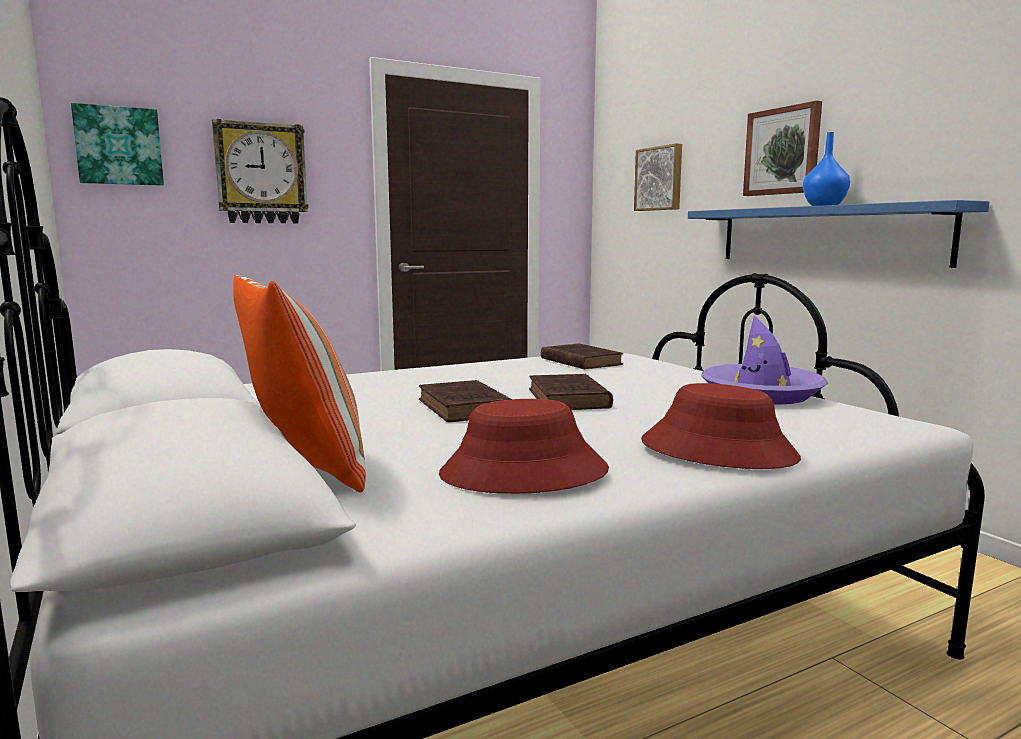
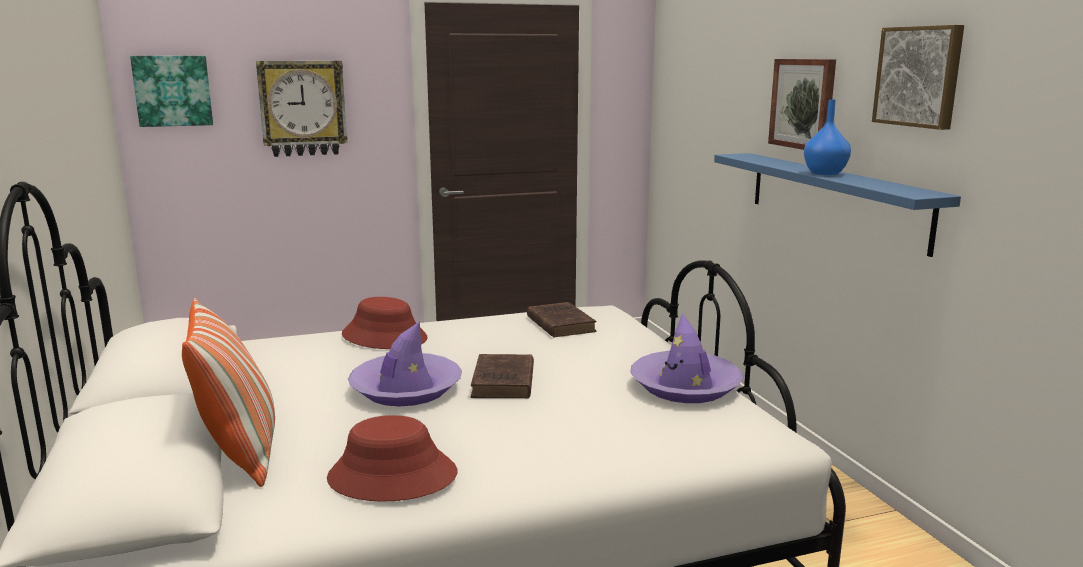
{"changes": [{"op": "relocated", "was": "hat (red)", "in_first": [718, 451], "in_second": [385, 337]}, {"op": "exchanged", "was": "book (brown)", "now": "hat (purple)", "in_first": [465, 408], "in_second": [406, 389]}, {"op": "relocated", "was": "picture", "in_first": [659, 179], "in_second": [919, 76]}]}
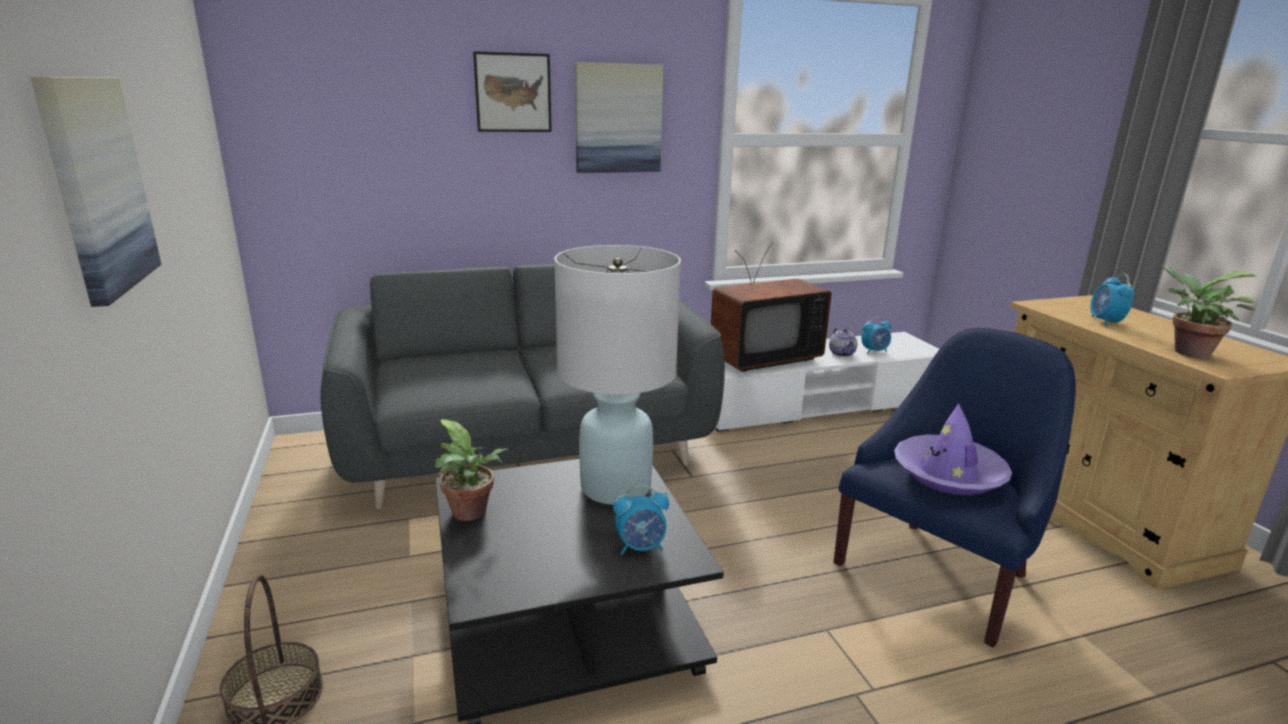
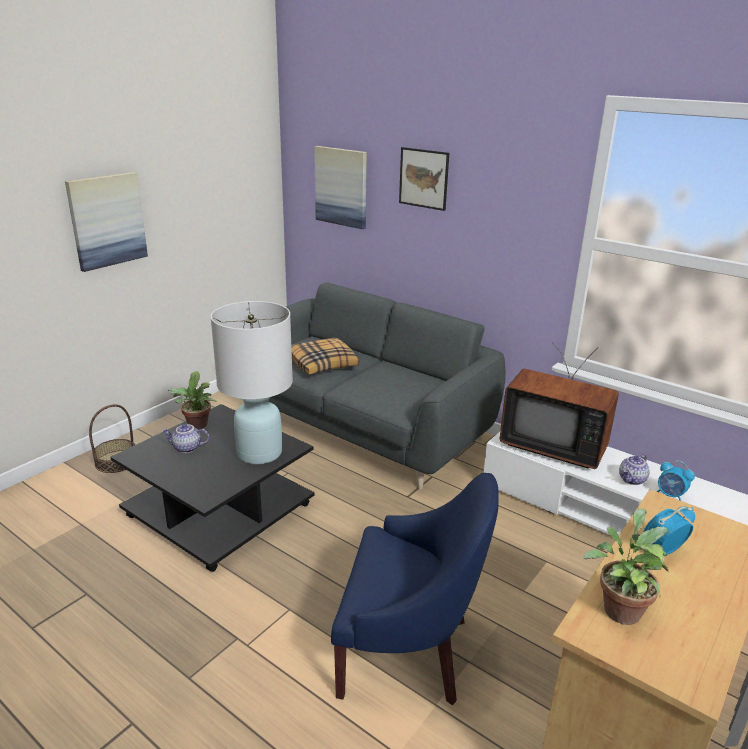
{"changes": [{"op": "appeared", "now": "teapot", "in_second": [186, 448]}, {"op": "appeared", "now": "pillow", "in_second": [323, 364]}, {"op": "relocated", "was": "picture", "in_first": [618, 118], "in_second": [341, 187]}, {"op": "missing", "was": "alarm clock", "in_first": [641, 547]}, {"op": "missing", "was": "hat (purple)", "in_first": [949, 474]}]}
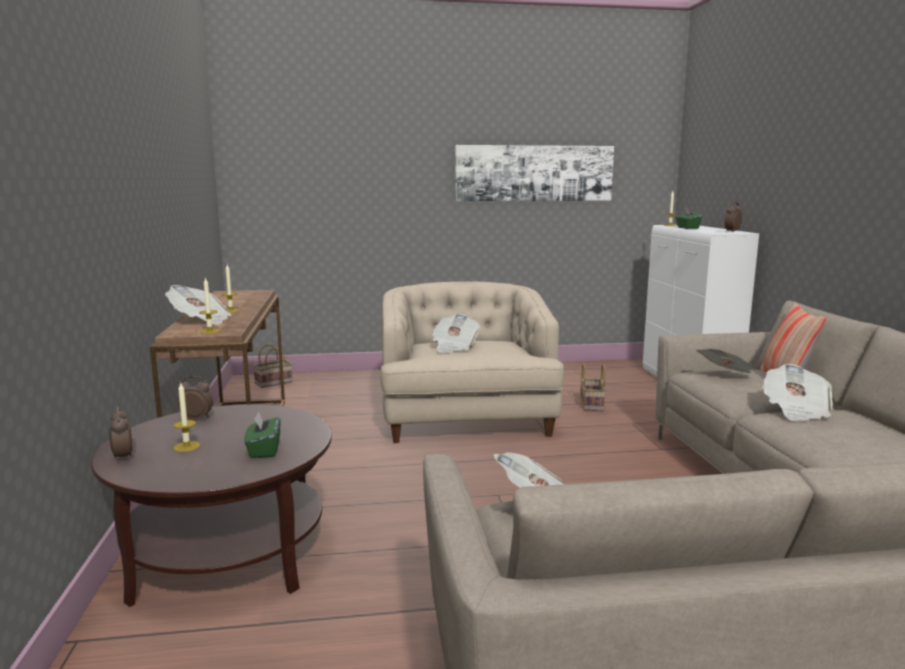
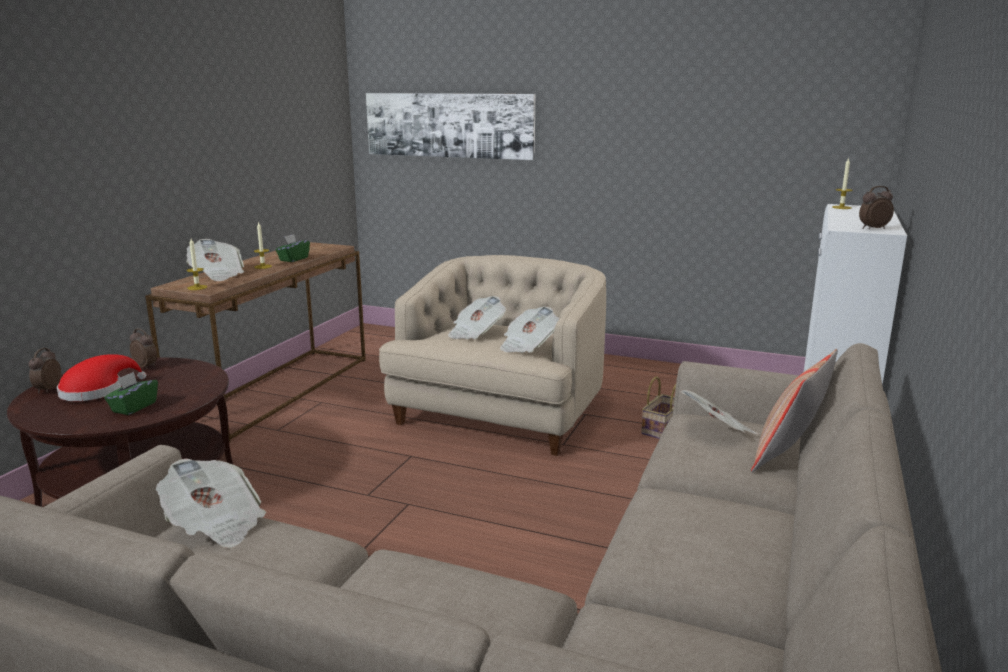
{"changes": [{"op": "exchanged", "was": "candle", "now": "hat (red)", "in_first": [186, 446], "in_second": [96, 391]}, {"op": "relocated", "was": "tissue box (green)", "in_first": [687, 228], "in_second": [293, 259]}, {"op": "relocated", "was": "picture", "in_first": [534, 173], "in_second": [449, 125]}, {"op": "relocated", "was": "newspaper", "in_first": [795, 410], "in_second": [528, 346]}, {"op": "missing", "was": "basket", "in_first": [274, 382]}]}
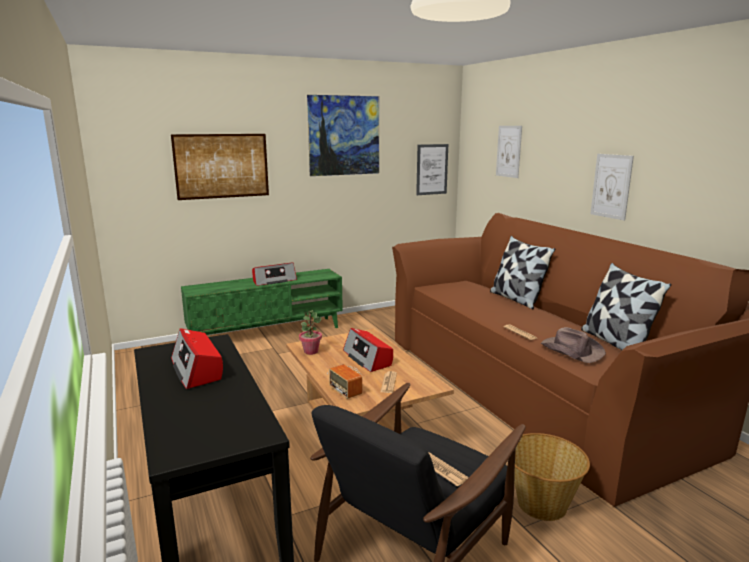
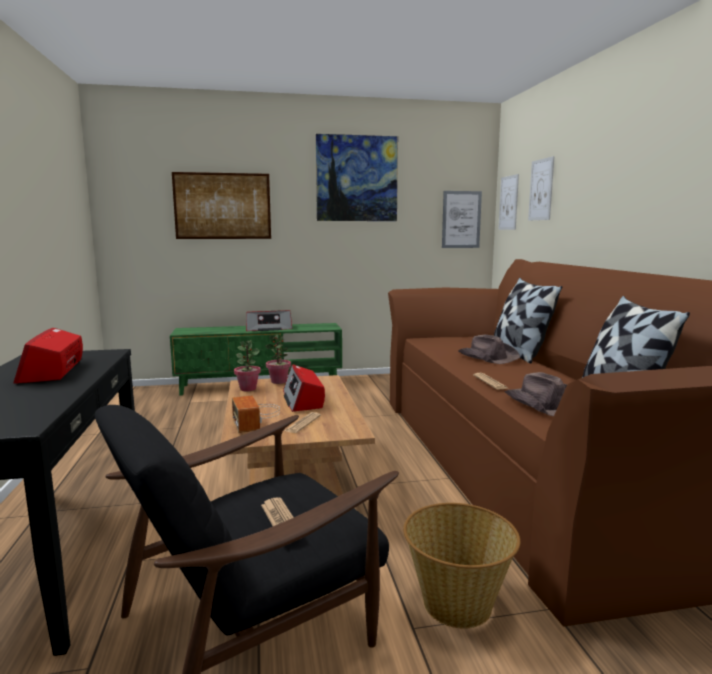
{"changes": [{"op": "appeared", "now": "potted plant", "in_second": [279, 381]}, {"op": "appeared", "now": "hat (brown)", "in_second": [487, 357]}, {"op": "relocated", "was": "picture", "in_first": [611, 186], "in_second": [508, 203]}]}
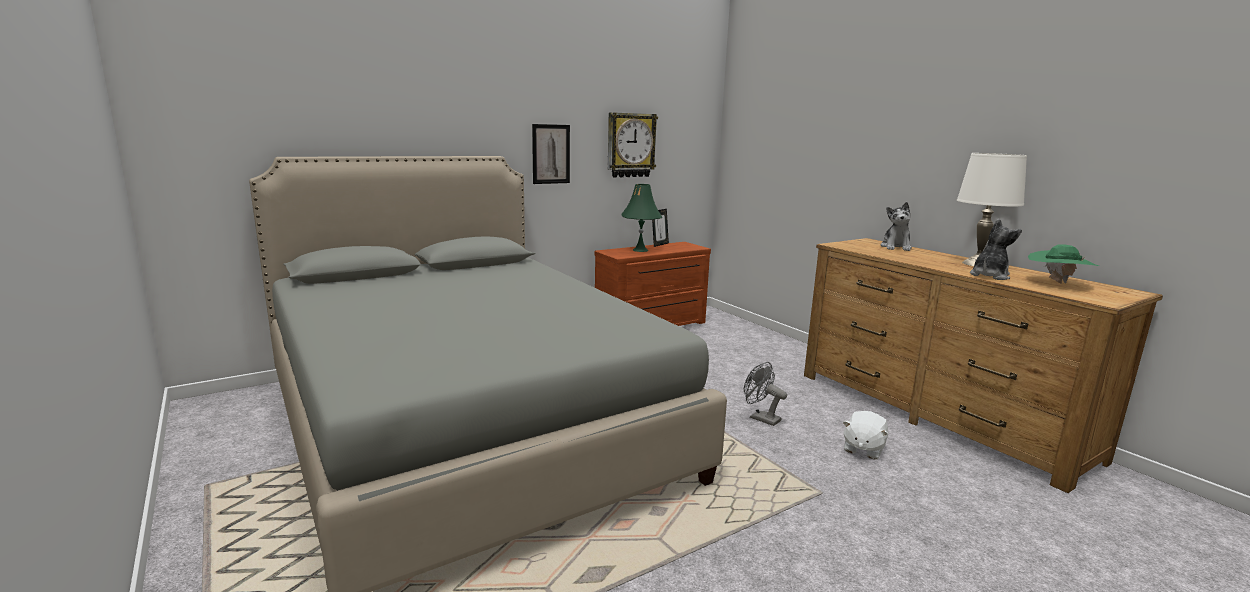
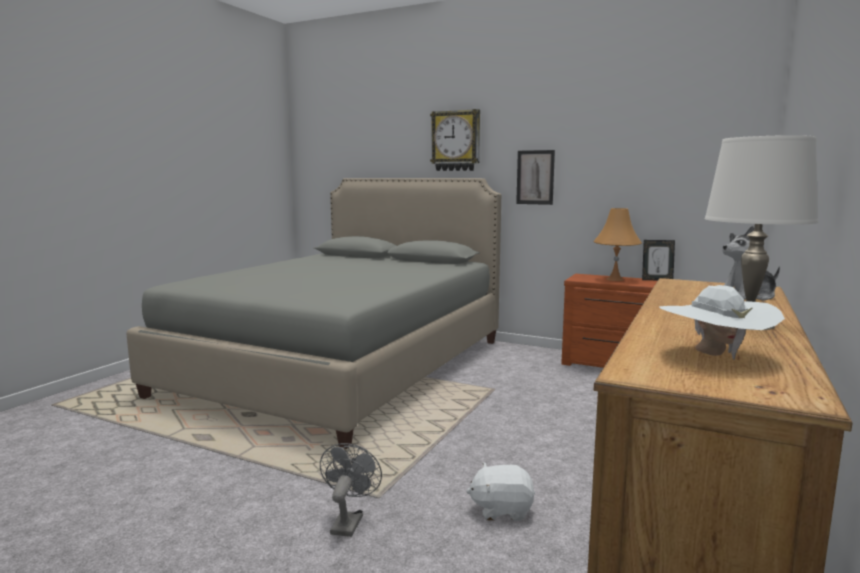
{"changes": [{"op": "relocated", "was": "fan (grey)", "in_first": [760, 418], "in_second": [348, 521]}, {"op": "relocated", "was": "wall clock", "in_first": [630, 145], "in_second": [456, 141]}, {"op": "colour", "was": "table lamp (green)", "now": "table lamp (orange)", "in_first": [640, 250], "in_second": [615, 279]}, {"op": "colour", "was": "hat (green)", "now": "hat (white)", "in_first": [1057, 284], "in_second": [714, 355]}, {"op": "missing", "was": "plush toy", "in_first": [989, 276]}]}
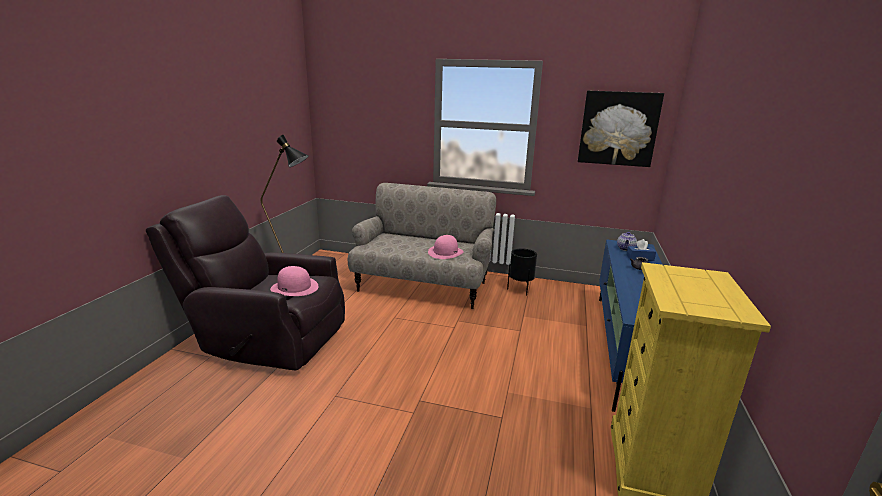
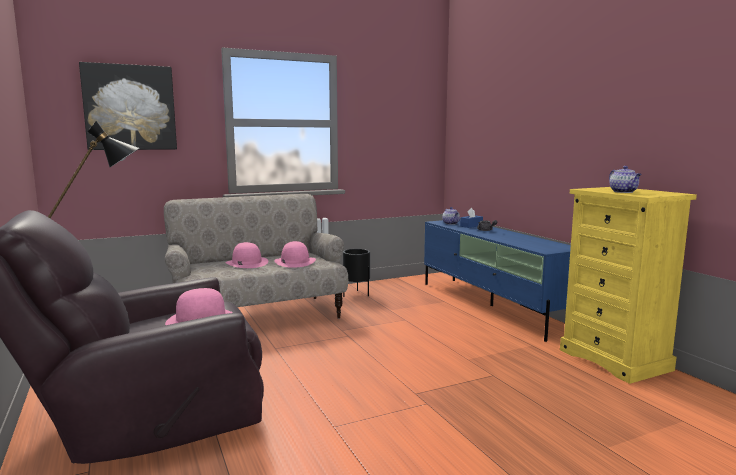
{"changes": [{"op": "relocated", "was": "picture", "in_first": [618, 128], "in_second": [130, 107]}, {"op": "appeared", "now": "hat (pink)", "in_second": [246, 263]}, {"op": "appeared", "now": "teapot", "in_second": [624, 192]}]}
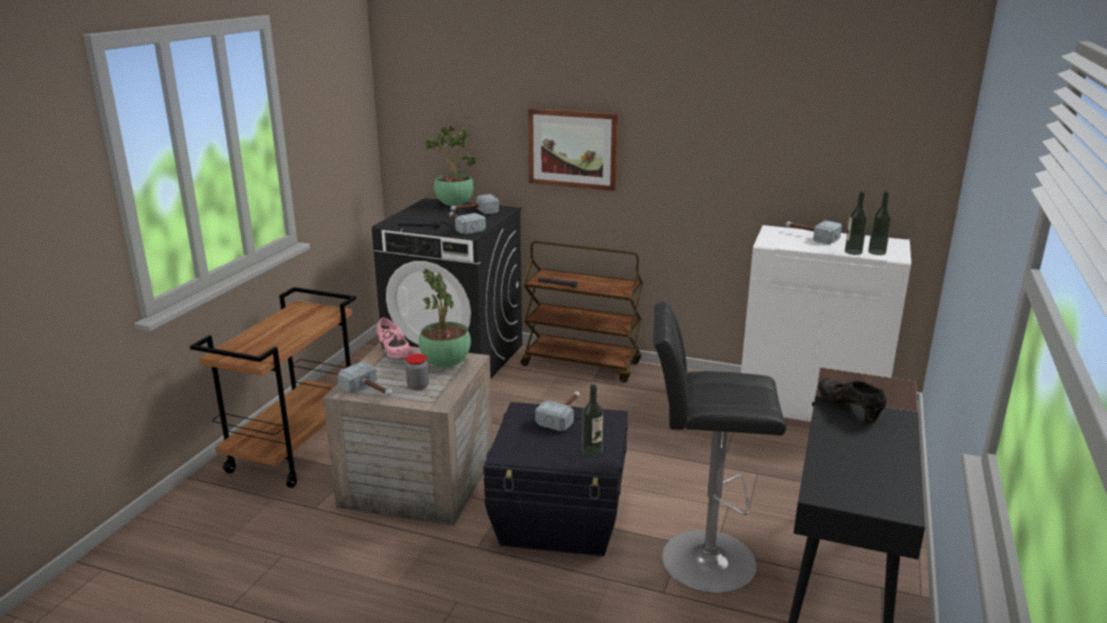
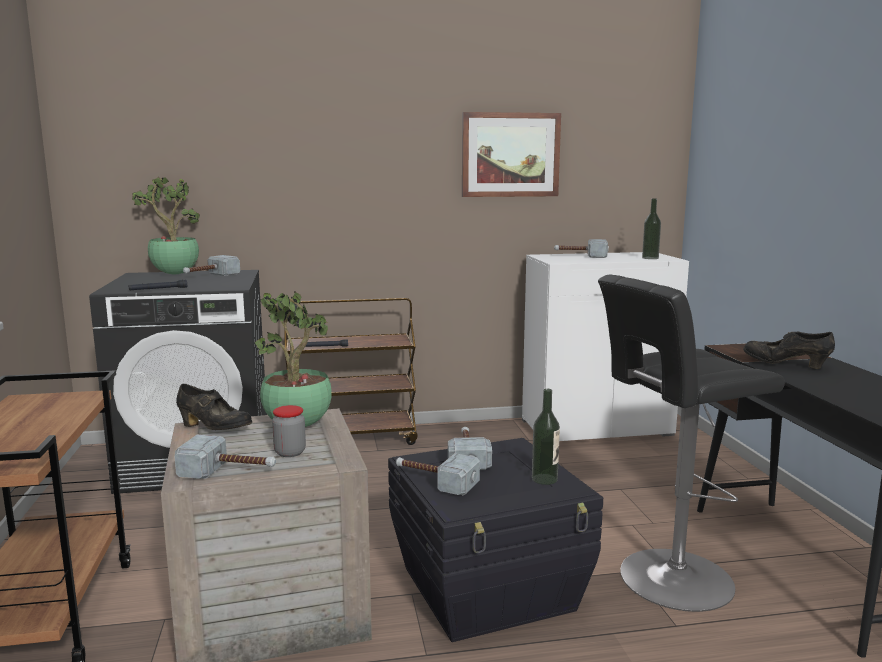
{"changes": [{"op": "colour", "was": "shoe (pink)", "now": "shoe (black)", "in_first": [395, 354], "in_second": [214, 429]}, {"op": "relocated", "was": "hammer", "in_first": [463, 227], "in_second": [434, 481]}, {"op": "relocated", "was": "picture", "in_first": [573, 148], "in_second": [510, 155]}, {"op": "missing", "was": "bottle", "in_first": [853, 252]}]}
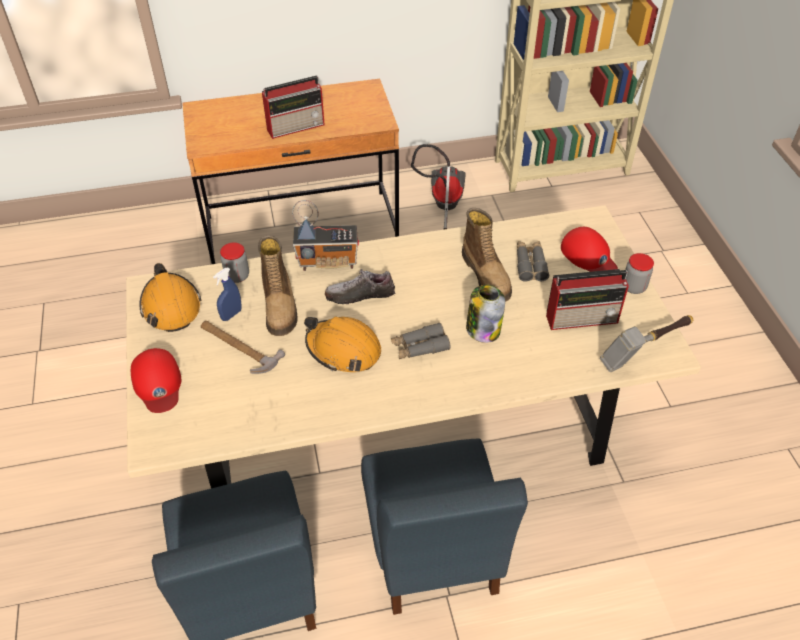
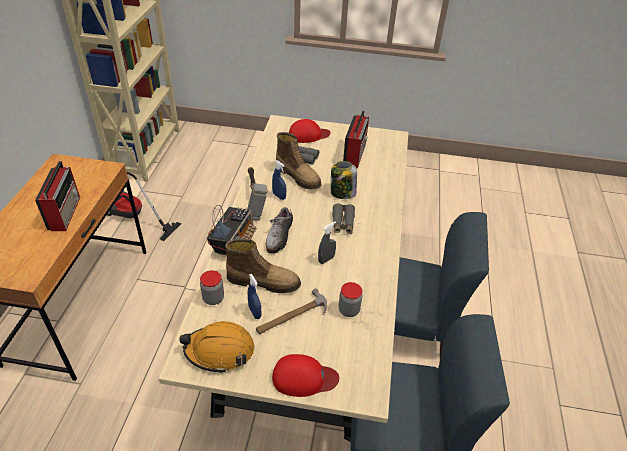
{"changes": [{"op": "relocated", "was": "hammer", "in_first": [645, 351], "in_second": [254, 199]}, {"op": "appeared", "now": "spray bottle (blue)", "in_second": [279, 196]}, {"op": "spun", "was": "boot", "in_first": [487, 275], "in_second": [298, 176], "clockwise": 45}, {"op": "exchanged", "was": "hard hat (orange)", "now": "spray bottle (grey)", "in_first": [343, 350], "in_second": [326, 259]}, {"op": "relocated", "was": "jar", "in_first": [633, 287], "in_second": [349, 310]}]}
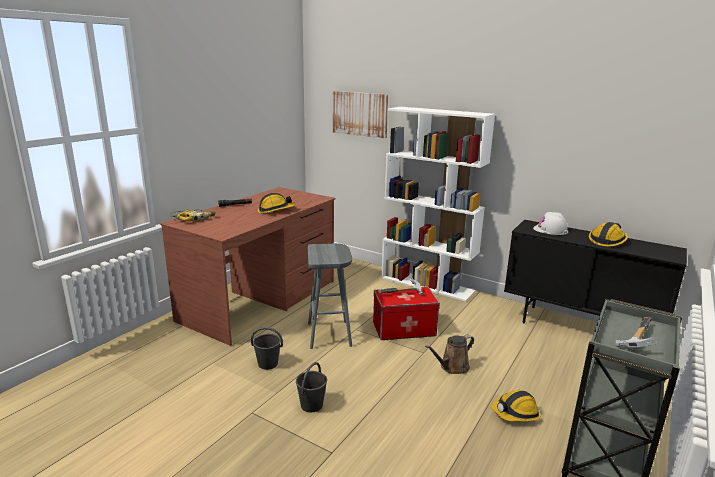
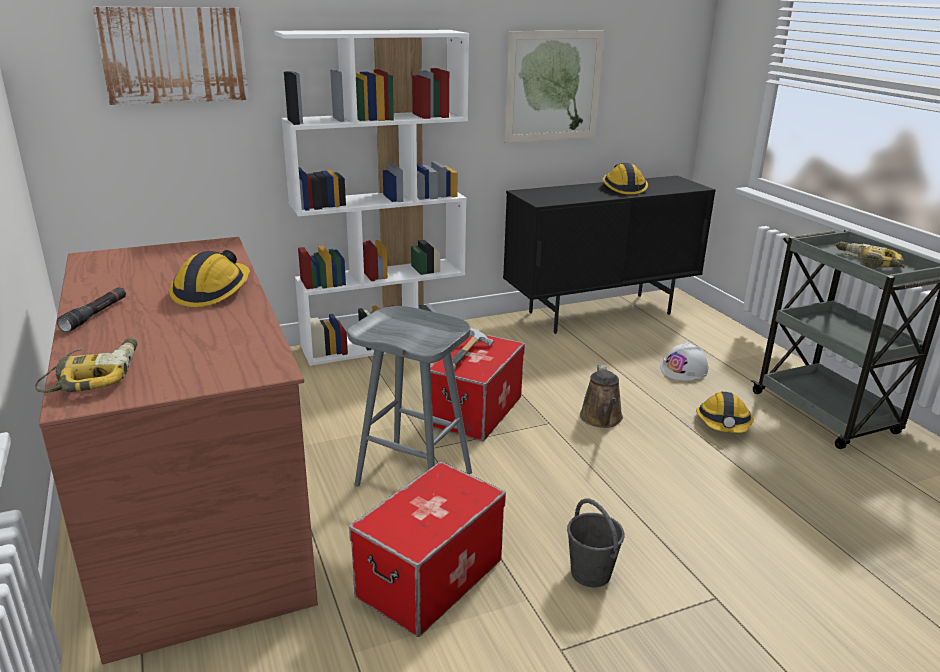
{"changes": [{"op": "exchanged", "was": "bucket (grey)", "now": "storage box", "in_first": [267, 364], "in_second": [430, 578]}, {"op": "appeared", "now": "picture", "in_second": [553, 86]}, {"op": "relocated", "was": "hard hat (white)", "in_first": [550, 230], "in_second": [684, 370]}, {"op": "exchanged", "was": "hammer", "now": "power drill", "in_first": [635, 338], "in_second": [867, 262]}]}
